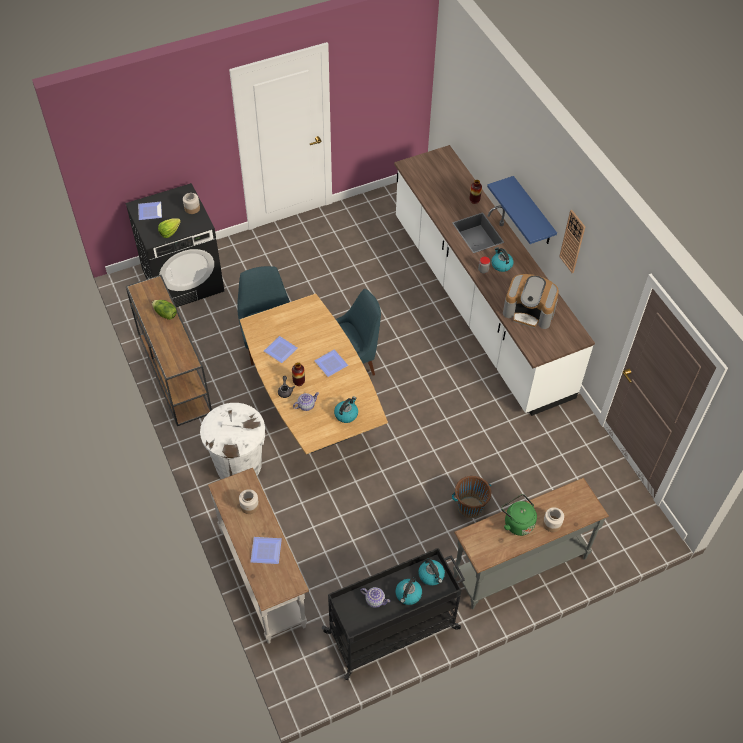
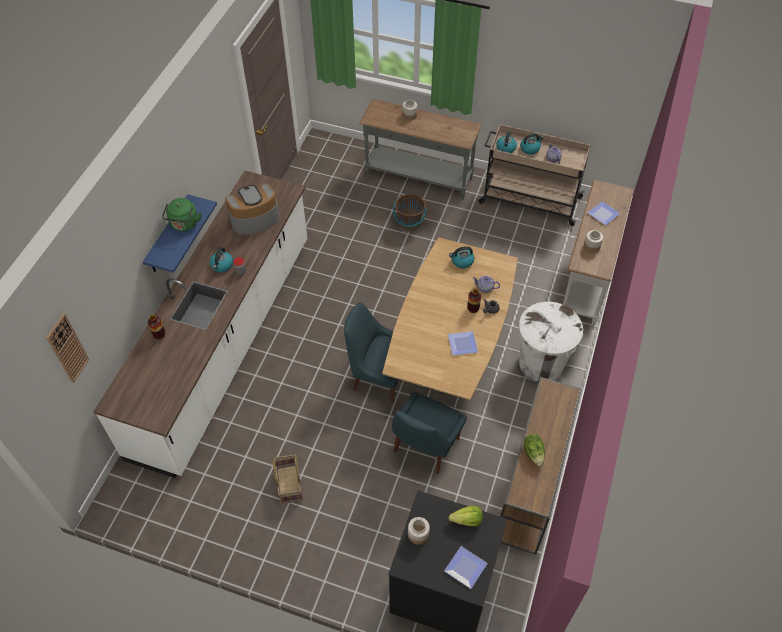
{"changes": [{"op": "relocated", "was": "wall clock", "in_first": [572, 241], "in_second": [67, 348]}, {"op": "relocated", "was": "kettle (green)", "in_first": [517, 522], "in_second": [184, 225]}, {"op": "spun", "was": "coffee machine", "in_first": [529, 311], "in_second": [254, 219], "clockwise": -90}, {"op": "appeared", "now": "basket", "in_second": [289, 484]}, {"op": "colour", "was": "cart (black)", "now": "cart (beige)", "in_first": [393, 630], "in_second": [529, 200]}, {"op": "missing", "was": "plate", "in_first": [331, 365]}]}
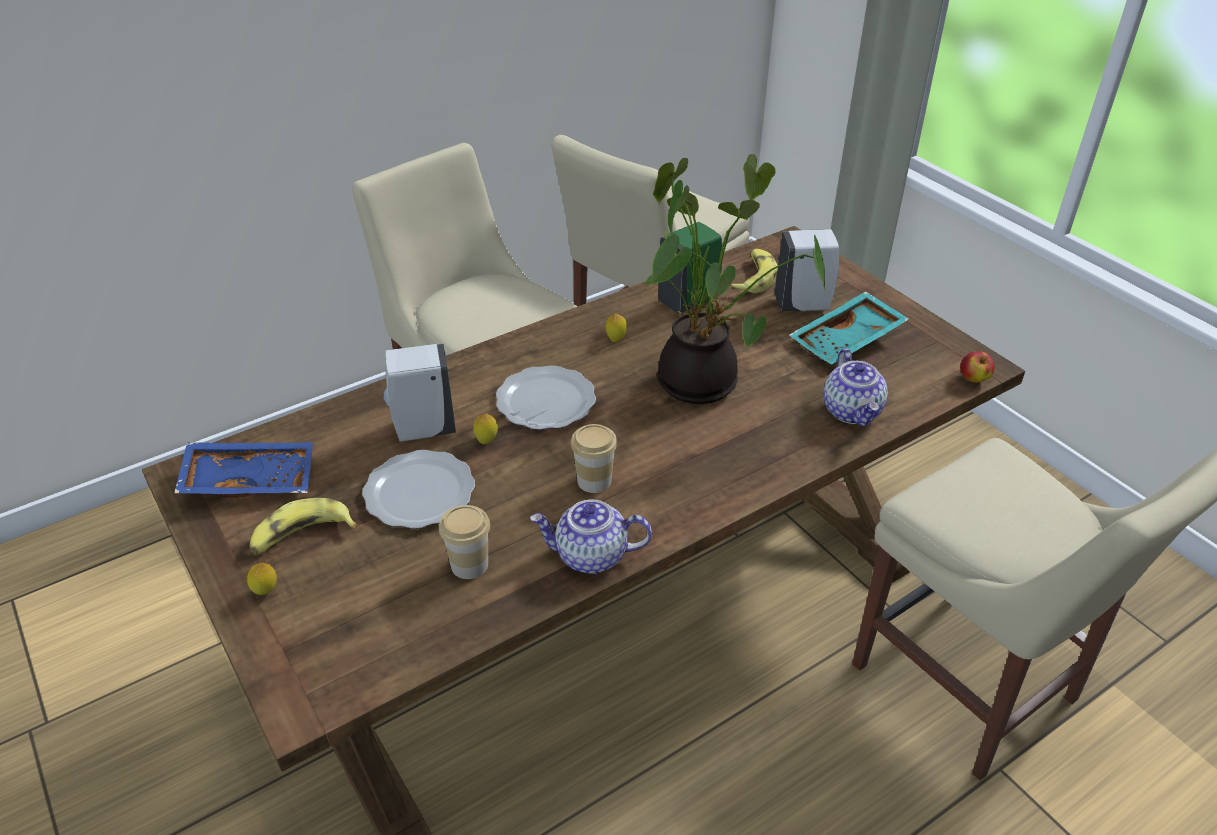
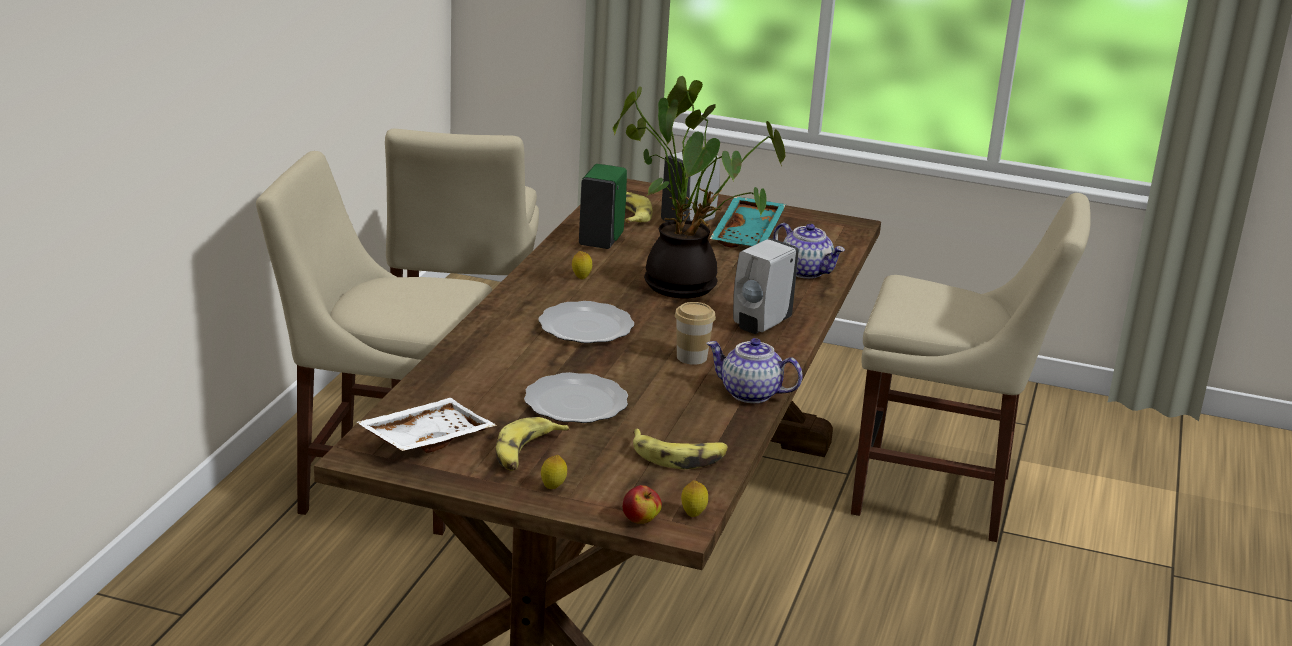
{"changes": [{"op": "colour", "was": "tray (blue)", "now": "tray (white)", "in_first": [251, 479], "in_second": [425, 439]}, {"op": "relocated", "was": "apple", "in_first": [973, 379], "in_second": [640, 520]}, {"op": "appeared", "now": "banana", "in_second": [679, 456]}, {"op": "relocated", "was": "lemon", "in_first": [486, 441], "in_second": [693, 514]}, {"op": "spun", "was": "teapot", "in_first": [590, 556], "in_second": [749, 393], "clockwise": 60}, {"op": "relocated", "was": "soap dispenser (white)", "in_first": [422, 429], "in_second": [760, 324]}, {"op": "missing", "was": "cup", "in_first": [469, 565]}]}
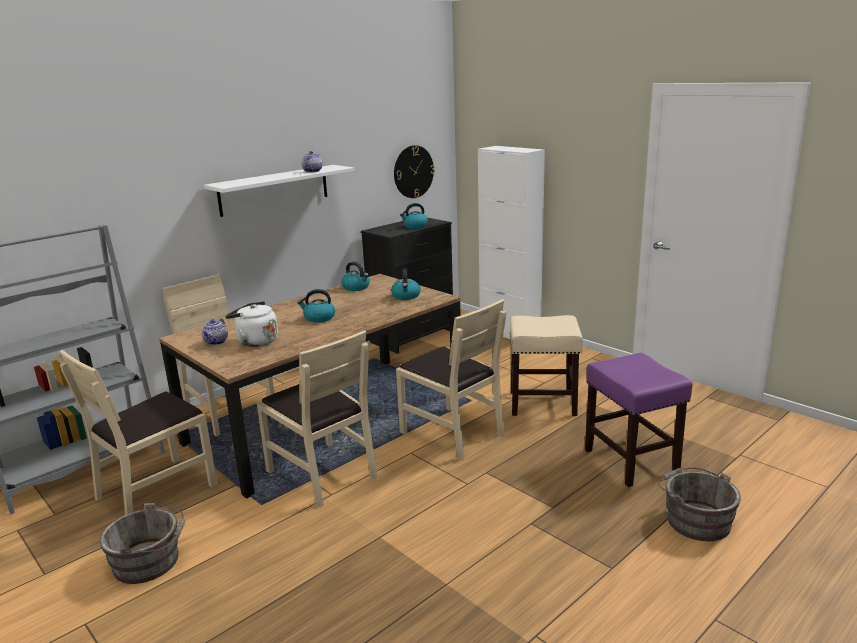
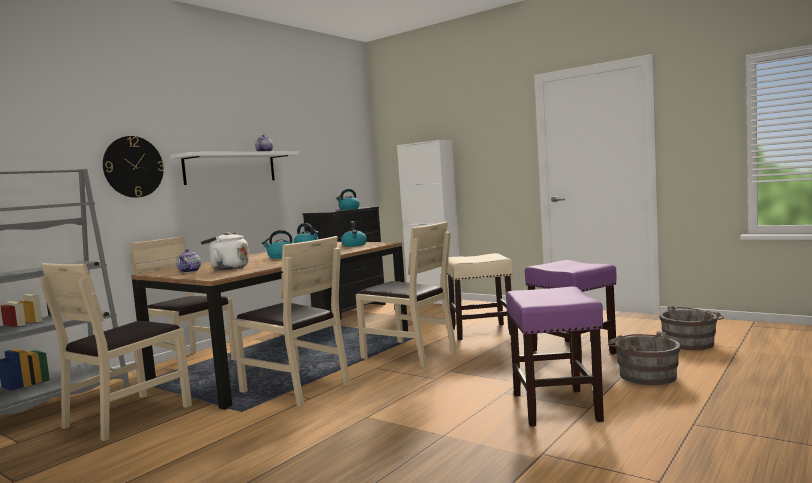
{"changes": [{"op": "relocated", "was": "wall clock", "in_first": [413, 171], "in_second": [133, 167]}, {"op": "appeared", "now": "stool (purple)", "in_second": [556, 407]}, {"op": "relocated", "was": "bucket (grey)", "in_first": [150, 562], "in_second": [691, 343]}]}
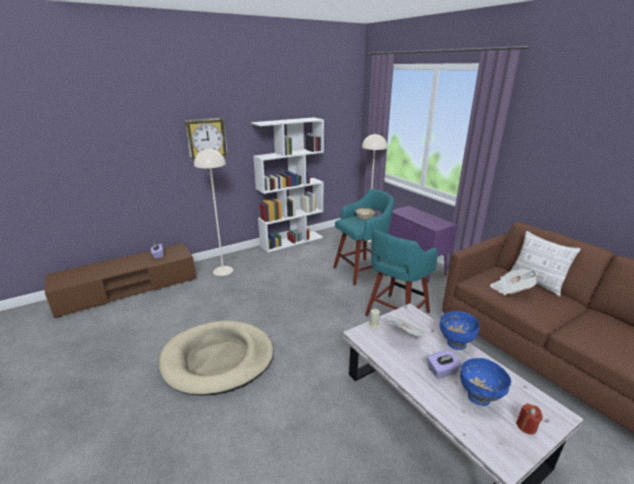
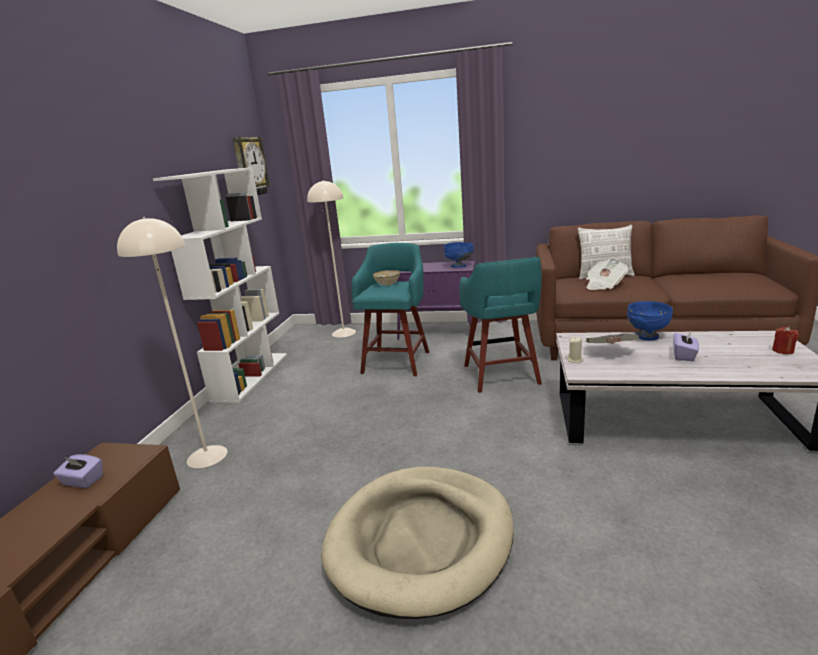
{"changes": [{"op": "relocated", "was": "wall clock", "in_first": [206, 141], "in_second": [250, 167]}, {"op": "relocated", "was": "bowl (blue)", "in_first": [479, 398], "in_second": [459, 266]}]}
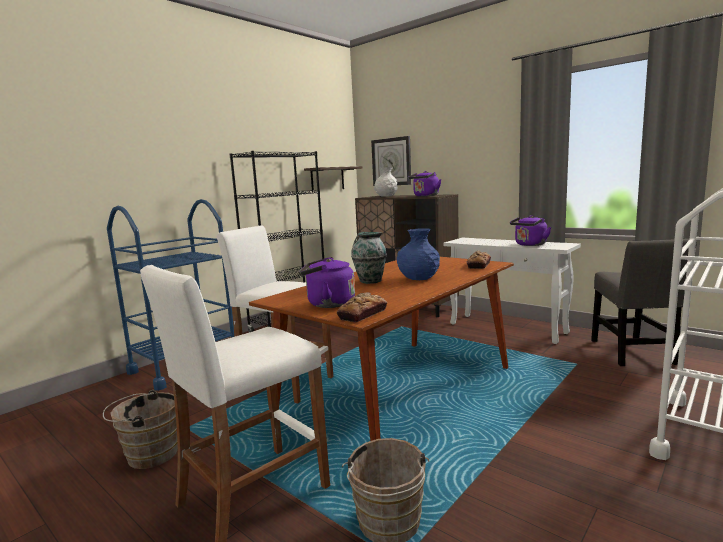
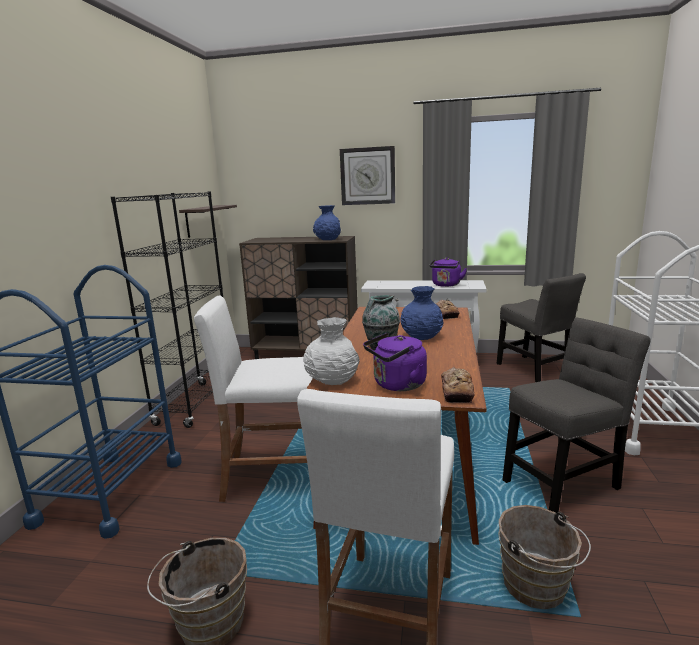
{"changes": [{"op": "relocated", "was": "vase (white)", "in_first": [386, 196], "in_second": [332, 380]}, {"op": "exchanged", "was": "kettle (purple)", "now": "vase (blue)", "in_first": [425, 196], "in_second": [327, 239]}, {"op": "relocated", "was": "wall clock", "in_first": [391, 162], "in_second": [367, 176]}, {"op": "appeared", "now": "chair (grey)", "in_second": [564, 482]}]}
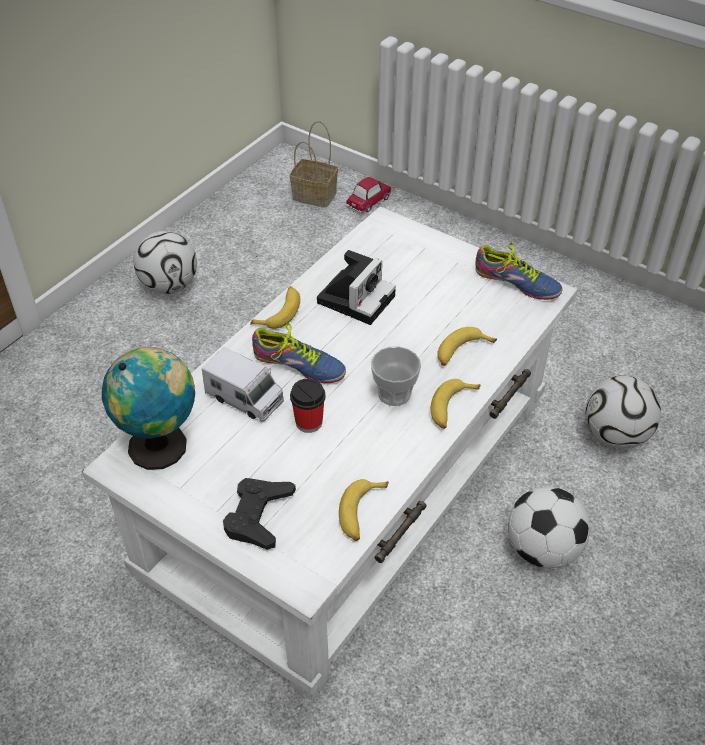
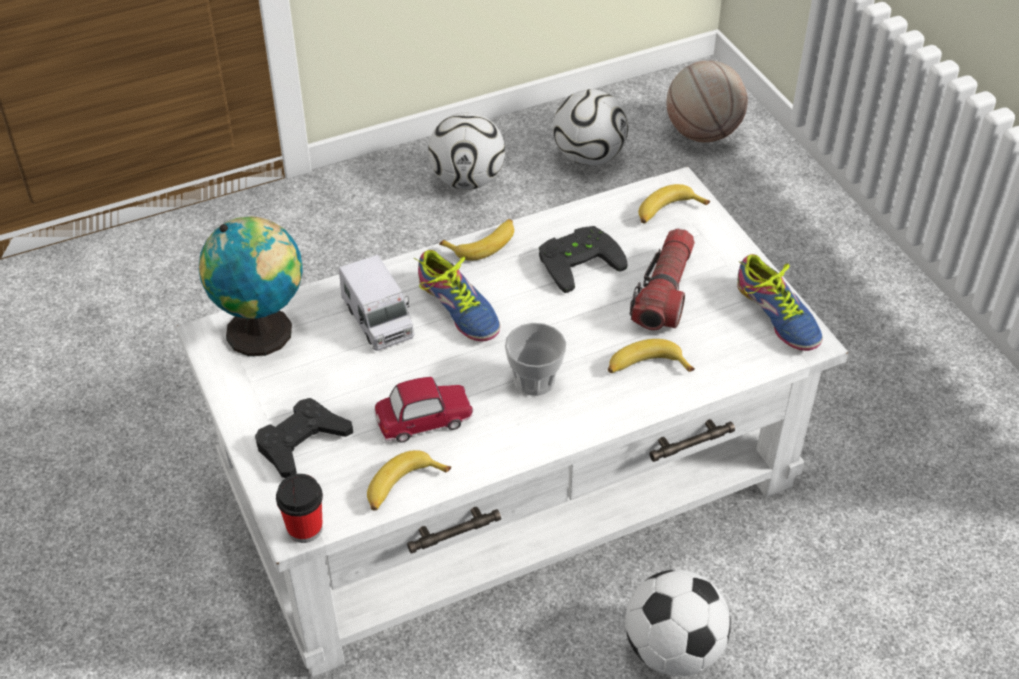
{"changes": [{"op": "relocated", "was": "cup", "in_first": [309, 422], "in_second": [305, 528]}, {"op": "relocated", "was": "toy car", "in_first": [369, 201], "in_second": [423, 419]}, {"op": "exchanged", "was": "photo camera", "now": "game controller (black)", "in_first": [356, 297], "in_second": [577, 260]}, {"op": "relocated", "was": "football", "in_first": [615, 435], "in_second": [588, 156]}, {"op": "appeared", "now": "flashlight", "in_second": [664, 292]}, {"op": "relocated", "was": "banana", "in_first": [451, 408], "in_second": [667, 212]}, {"op": "exchanged", "was": "basket", "now": "basketball", "in_first": [313, 196], "in_second": [702, 133]}]}
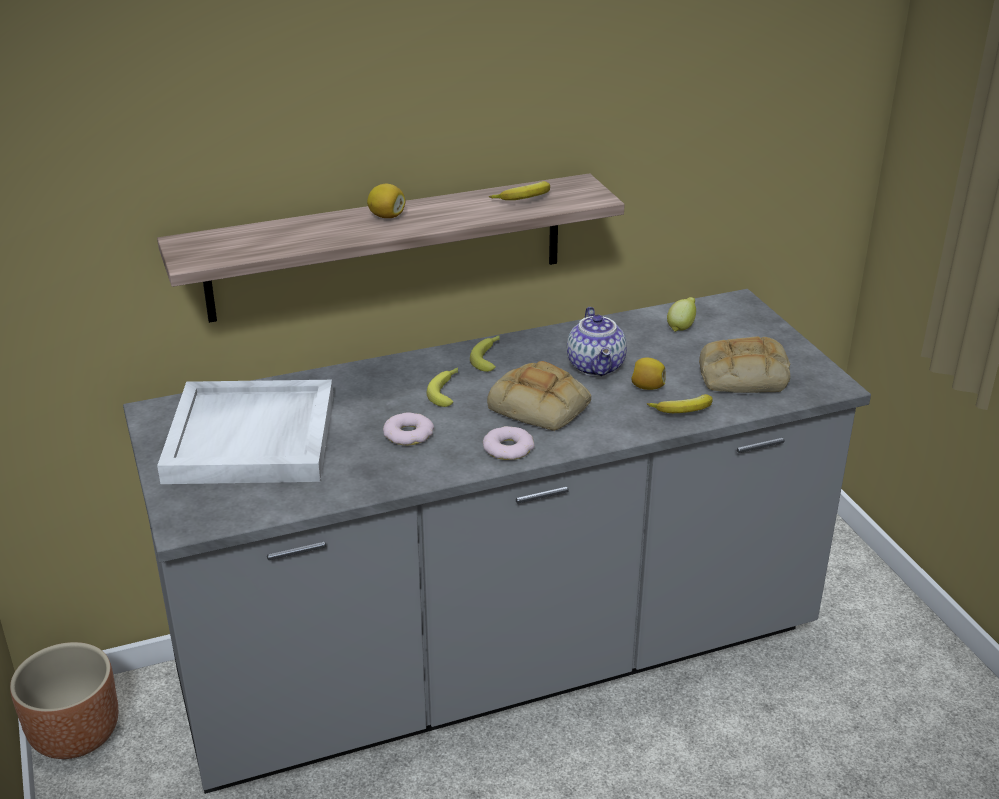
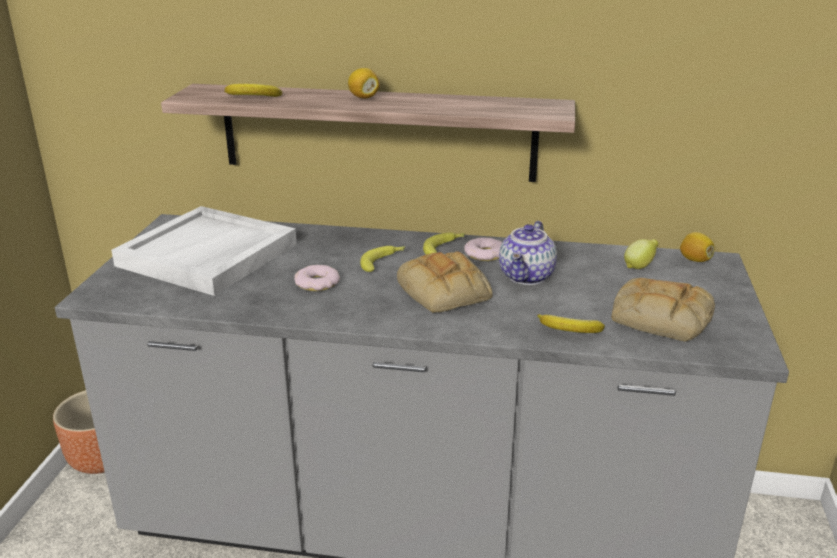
{"changes": [{"op": "relocated", "was": "banana", "in_first": [524, 199], "in_second": [252, 98]}, {"op": "relocated", "was": "donut", "in_first": [508, 448], "in_second": [485, 254]}, {"op": "relocated", "was": "lemon", "in_first": [647, 387], "in_second": [695, 260]}]}
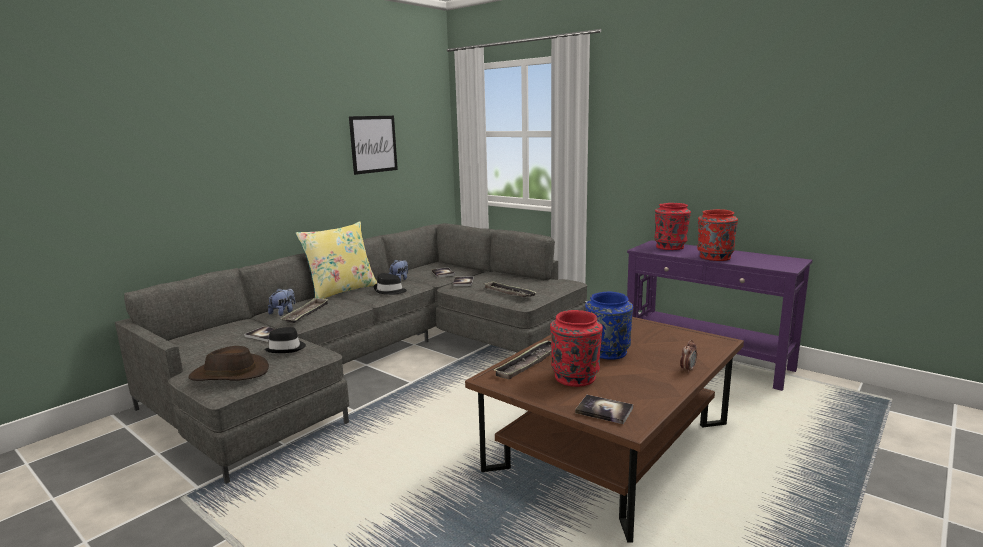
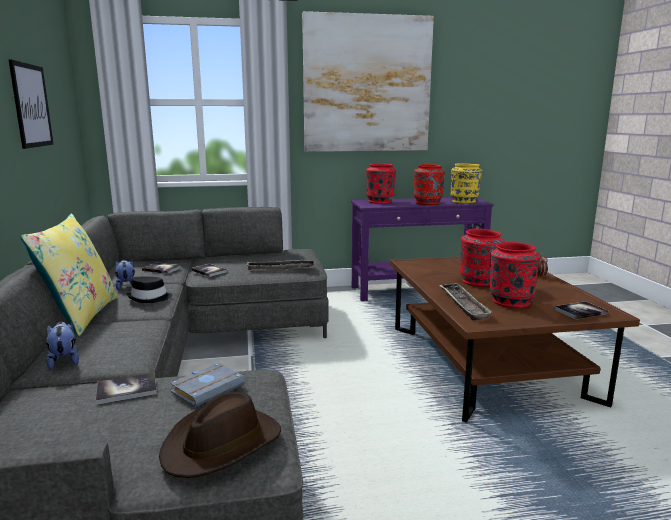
{"changes": [{"op": "exchanged", "was": "hat (black)", "now": "book (grey)", "in_first": [286, 348], "in_second": [208, 388]}, {"op": "appeared", "now": "picture", "in_second": [367, 84]}, {"op": "appeared", "now": "vase (yellow)", "in_second": [464, 201]}, {"op": "colour", "was": "vase (blue)", "now": "vase (red)", "in_first": [607, 352], "in_second": [479, 282]}, {"op": "missing", "was": "tray", "in_first": [306, 314]}]}
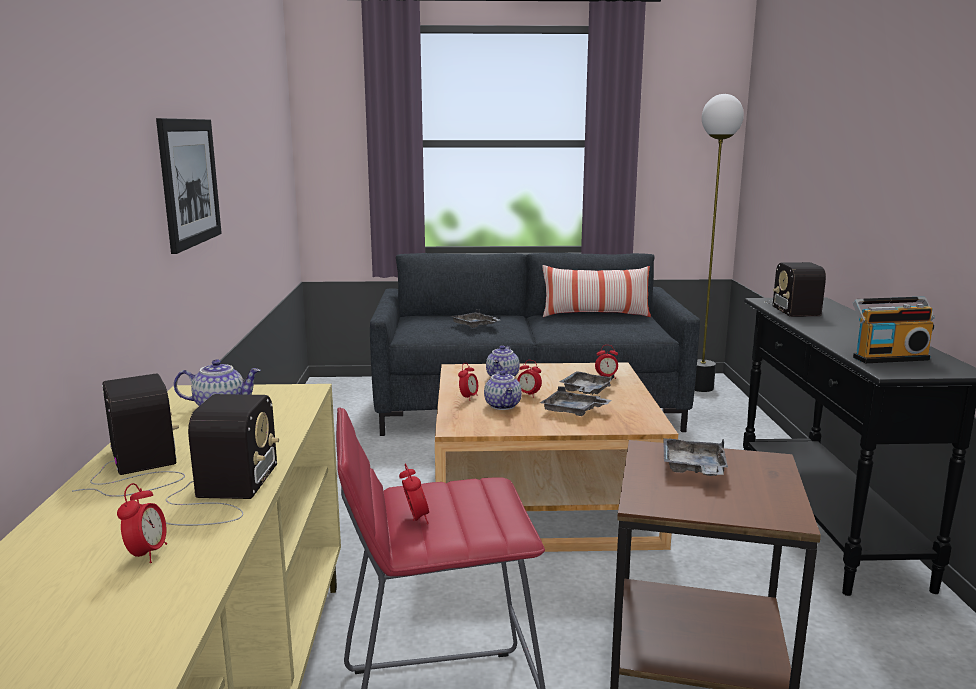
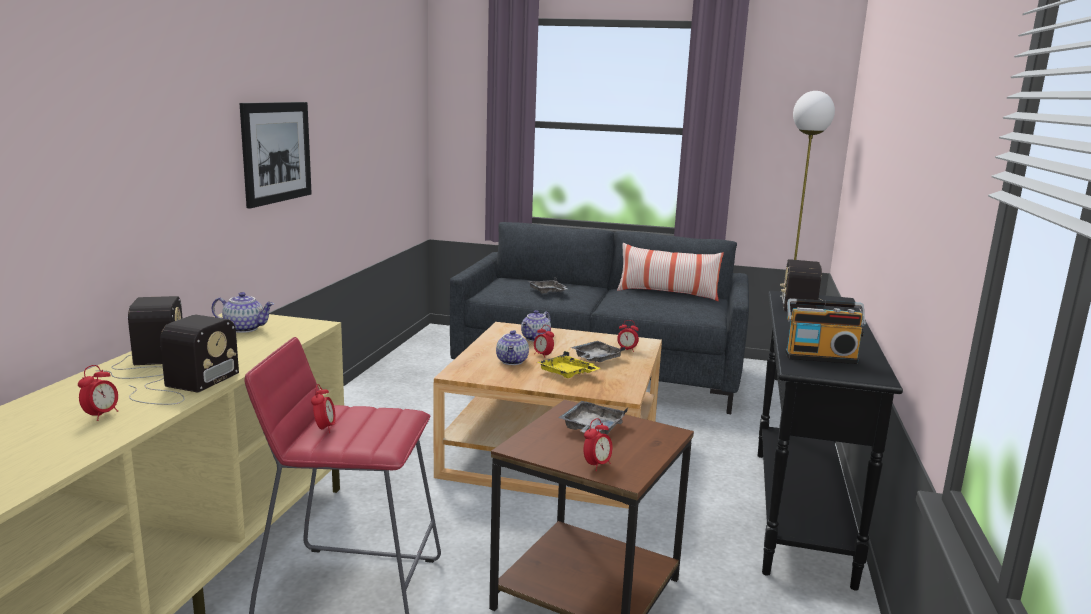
{"changes": [{"op": "colour", "was": "tray (grey)", "now": "tray (yellow)", "in_first": [573, 411], "in_second": [567, 373]}, {"op": "relocated", "was": "alarm clock", "in_first": [468, 398], "in_second": [597, 465]}]}
